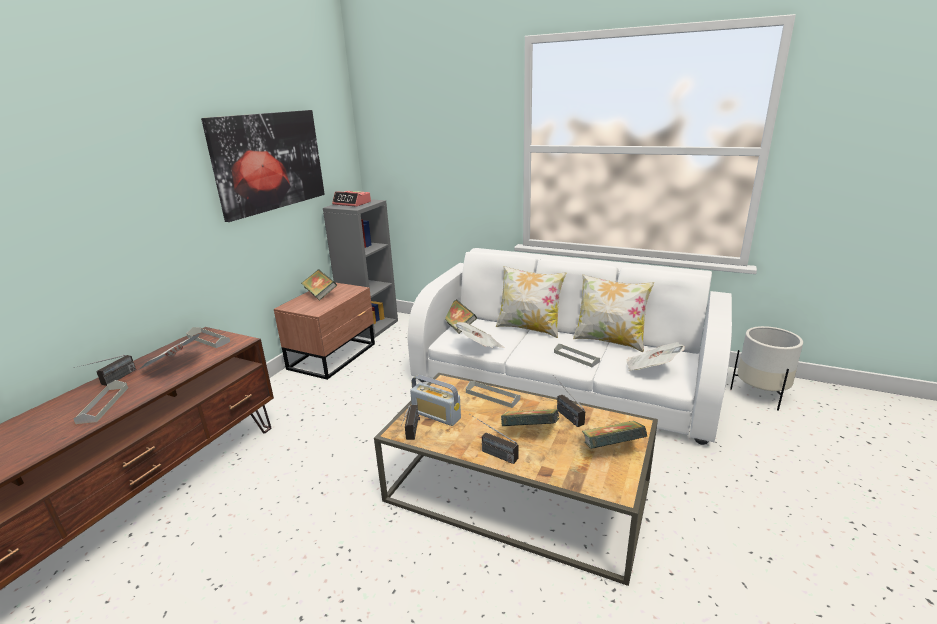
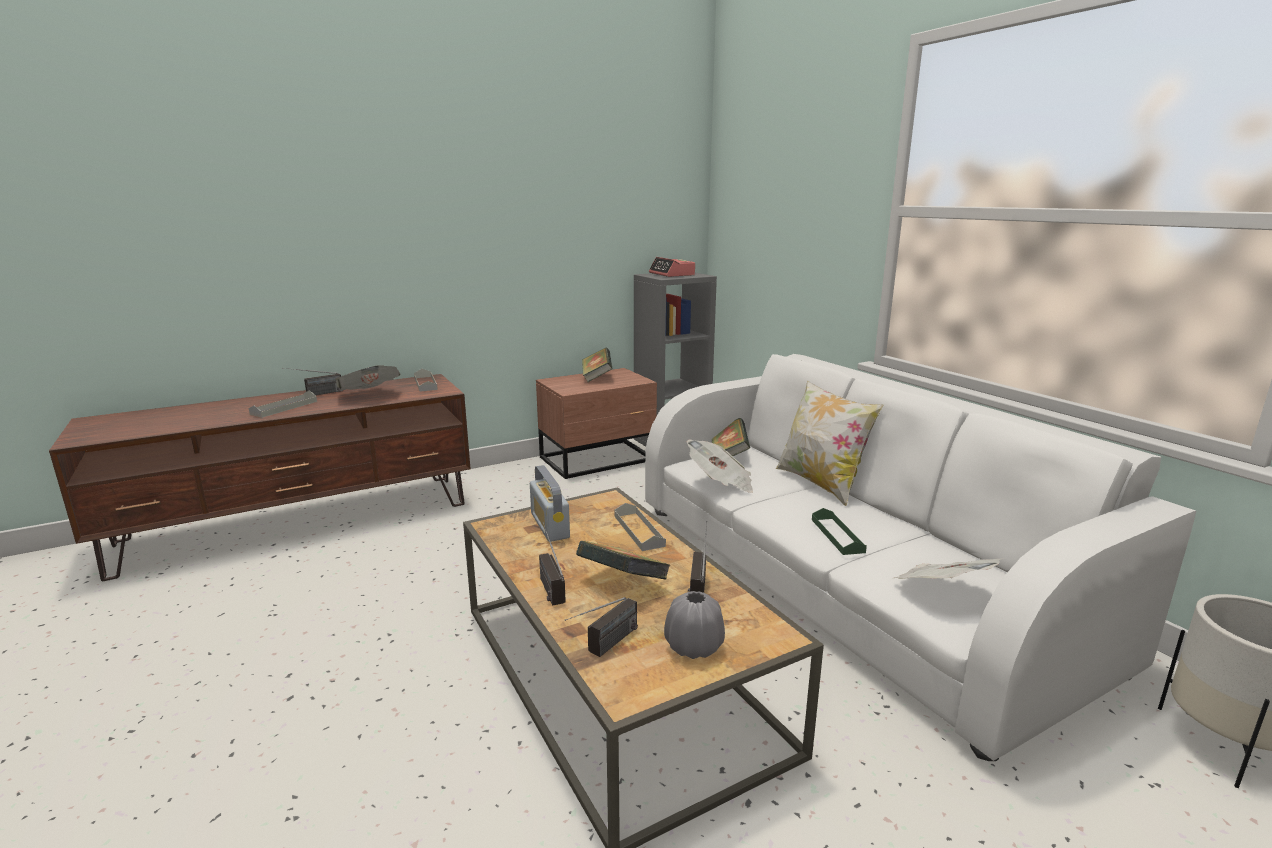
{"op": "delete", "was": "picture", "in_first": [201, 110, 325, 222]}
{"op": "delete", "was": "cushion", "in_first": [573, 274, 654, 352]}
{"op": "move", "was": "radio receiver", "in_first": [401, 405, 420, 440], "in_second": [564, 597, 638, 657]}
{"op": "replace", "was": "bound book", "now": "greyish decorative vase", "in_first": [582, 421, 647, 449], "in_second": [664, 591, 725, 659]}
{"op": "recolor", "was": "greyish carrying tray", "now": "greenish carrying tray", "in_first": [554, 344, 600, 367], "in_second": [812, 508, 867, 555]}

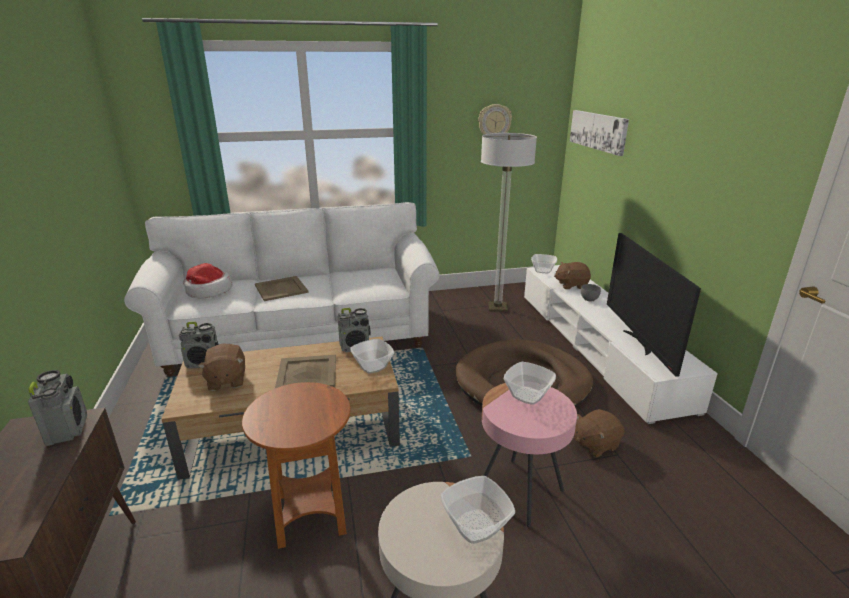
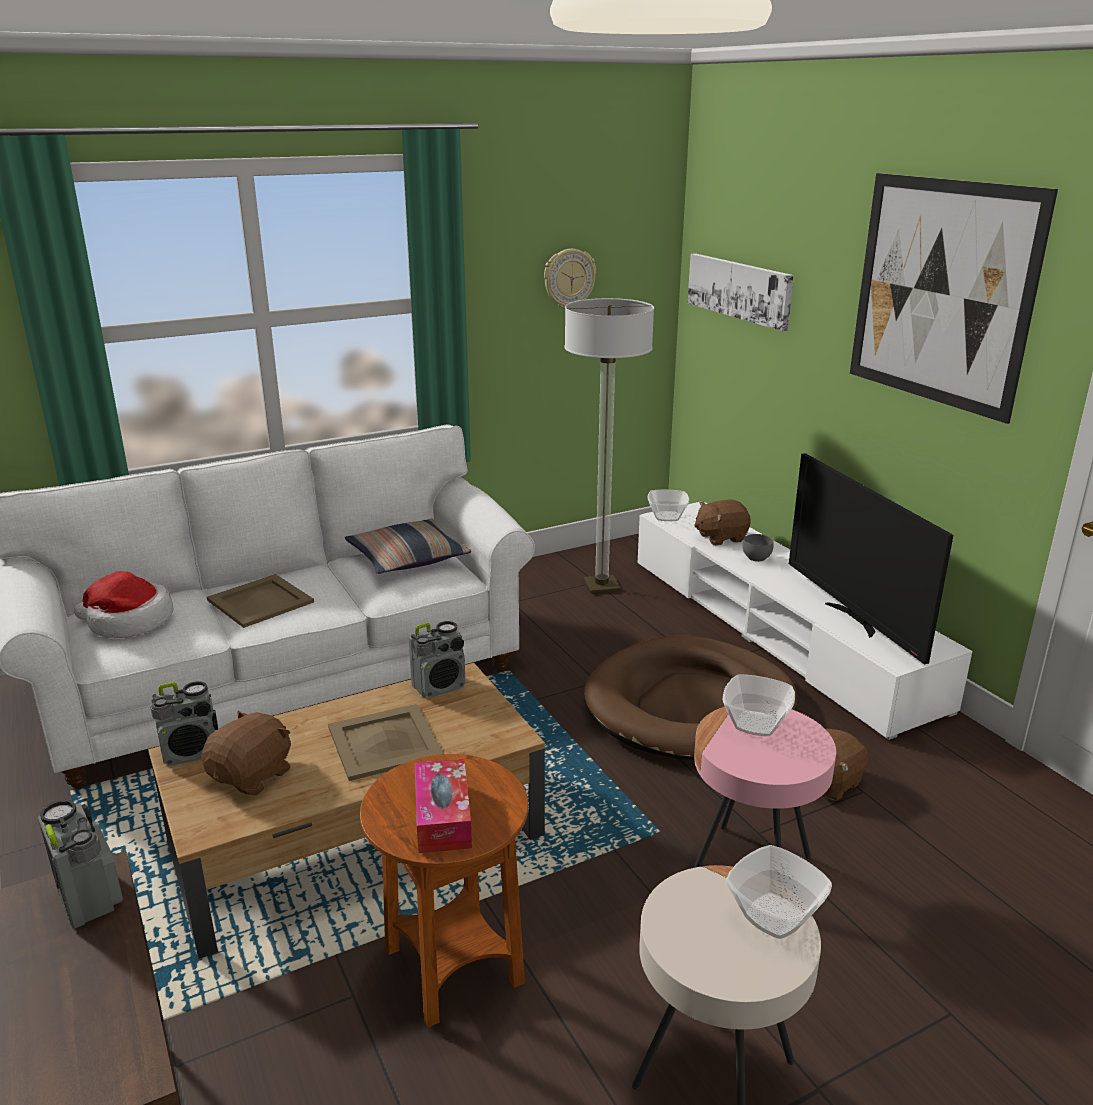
{"op": "delete", "was": "bowl", "in_first": [350, 339, 394, 374]}
{"op": "insert", "now": "cushion", "in_second": [345, 518, 471, 574]}
{"op": "insert", "now": "tissue box", "in_second": [415, 759, 472, 853]}
{"op": "insert", "now": "picture", "in_second": [850, 173, 1058, 424]}
{"op": "rotate", "was": "brown cuddly toy", "in_first": [198, 344, 245, 391], "in_second": [201, 710, 291, 795], "clockwise": -120}

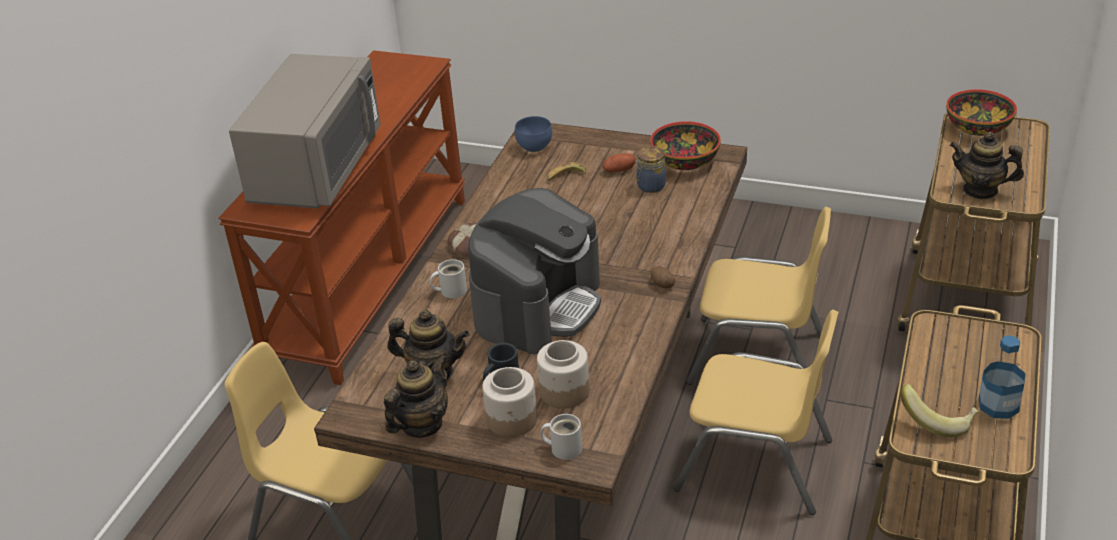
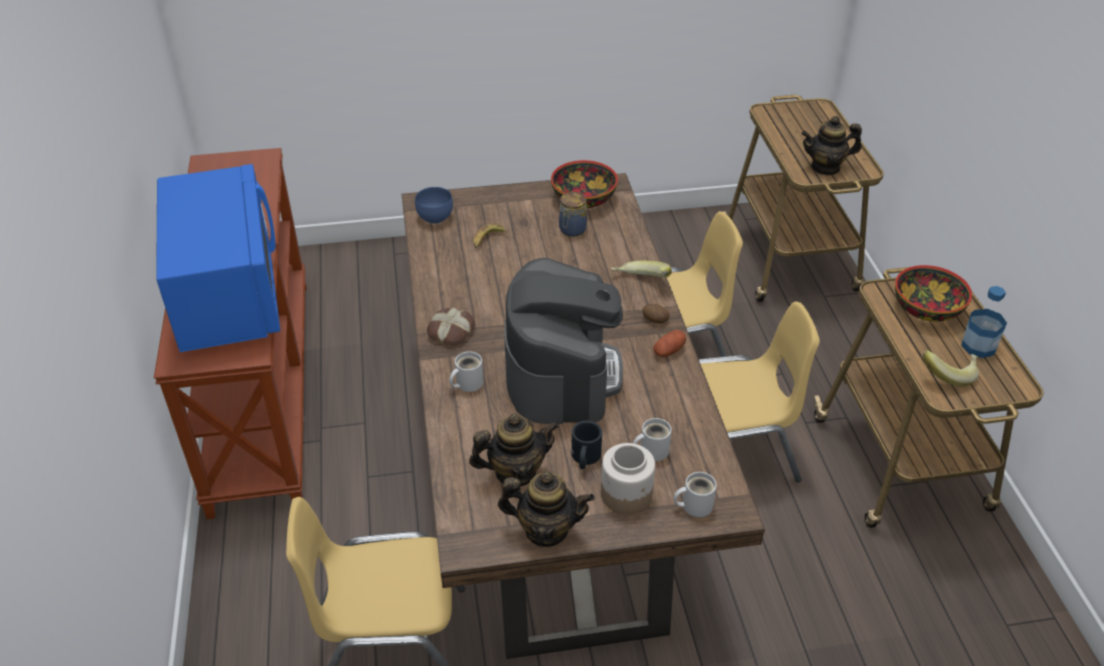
{"op": "insert", "now": "whole banana", "in_second": [610, 260, 672, 278]}
{"op": "move", "was": "spud", "in_first": [603, 153, 636, 172], "in_second": [653, 330, 686, 357]}
{"op": "move", "was": "bowl", "in_first": [946, 89, 1017, 136], "in_second": [895, 265, 972, 322]}
{"op": "replace", "was": "preserve jar", "now": "white-coloured mug", "in_first": [537, 340, 589, 409], "in_second": [633, 418, 672, 461]}
{"op": "recolor", "was": "greyish microwave", "now": "blue-coloured microwave", "in_first": [229, 54, 381, 208], "in_second": [156, 164, 280, 352]}
{"op": "rotate", "was": "tea pot", "in_first": [384, 355, 448, 438], "in_second": [498, 471, 595, 547], "clockwise": 90}

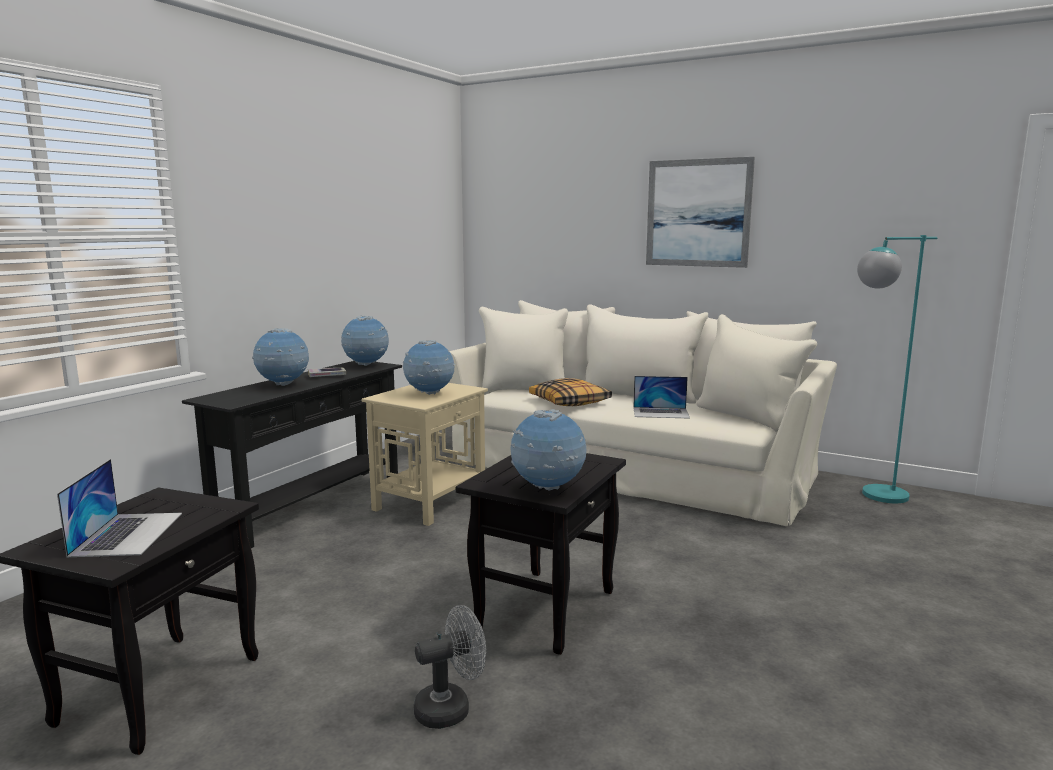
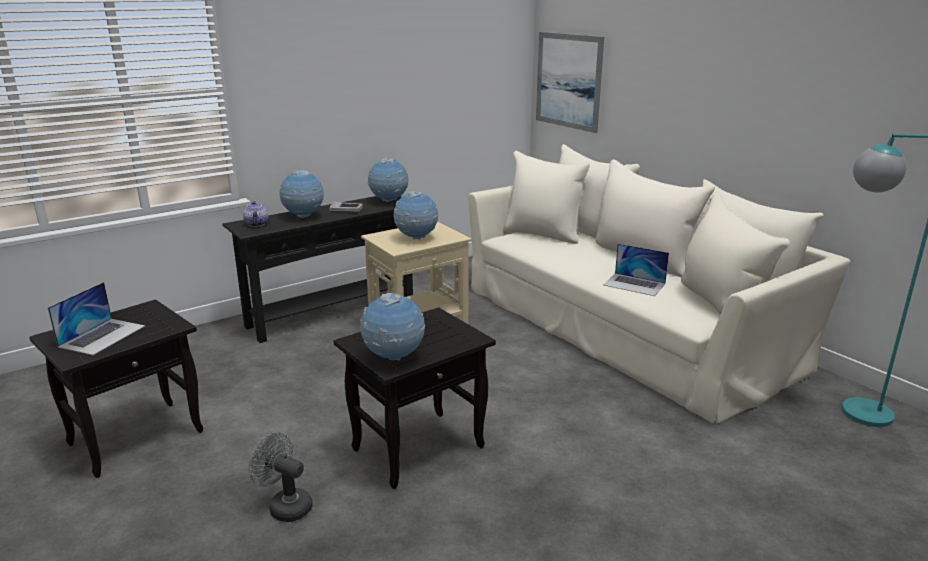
{"op": "delete", "was": "cushion", "in_first": [529, 378, 612, 406]}
{"op": "insert", "now": "tea pot", "in_second": [243, 201, 268, 227]}
{"op": "move", "was": "picture", "in_first": [646, 157, 755, 268], "in_second": [536, 32, 604, 133]}
{"op": "rotate", "was": "greyish cooling fan", "in_first": [414, 605, 486, 729], "in_second": [249, 432, 313, 522], "clockwise": -150}

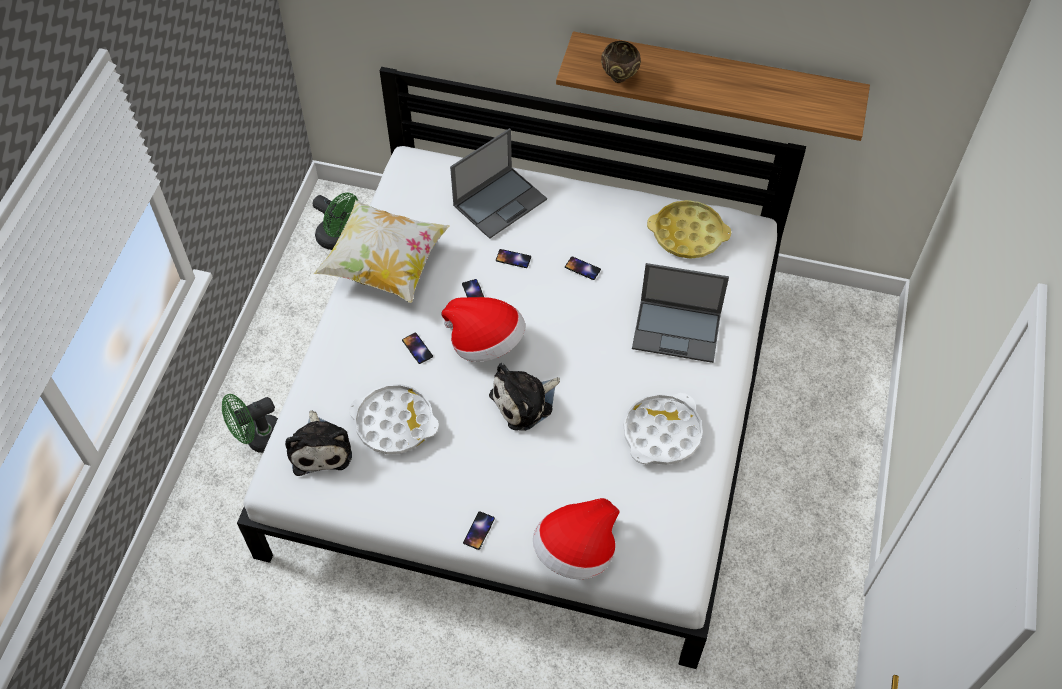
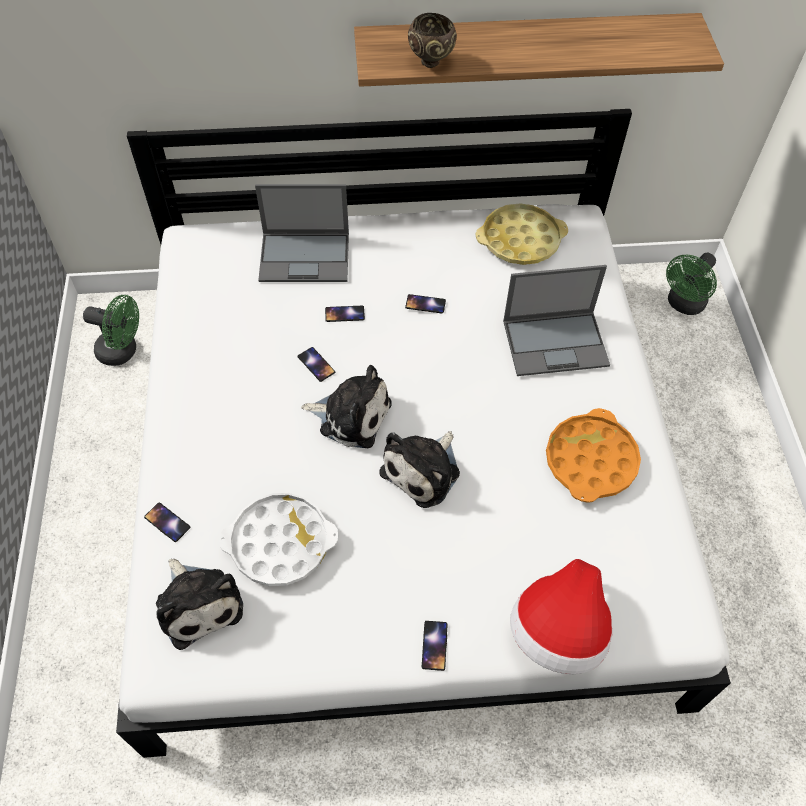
{"op": "delete", "was": "cushion", "in_first": [314, 200, 450, 303]}
{"op": "move", "was": "greenish cooling fan", "in_first": [222, 394, 278, 453], "in_second": [666, 253, 717, 315]}
{"op": "move", "was": "phone", "in_first": [402, 333, 433, 364], "in_second": [144, 503, 190, 542]}
{"op": "replace", "was": "hat", "now": "cuddly toy", "in_first": [441, 297, 525, 362], "in_second": [301, 365, 392, 448]}
{"op": "recolor", "was": "white-coloured carrying tray", "now": "orange-coloured carrying tray", "in_first": [624, 393, 703, 465], "in_second": [546, 408, 641, 503]}
{"op": "rotate", "was": "notebook computer", "in_first": [450, 128, 547, 239], "in_second": [255, 184, 349, 282], "clockwise": 60}

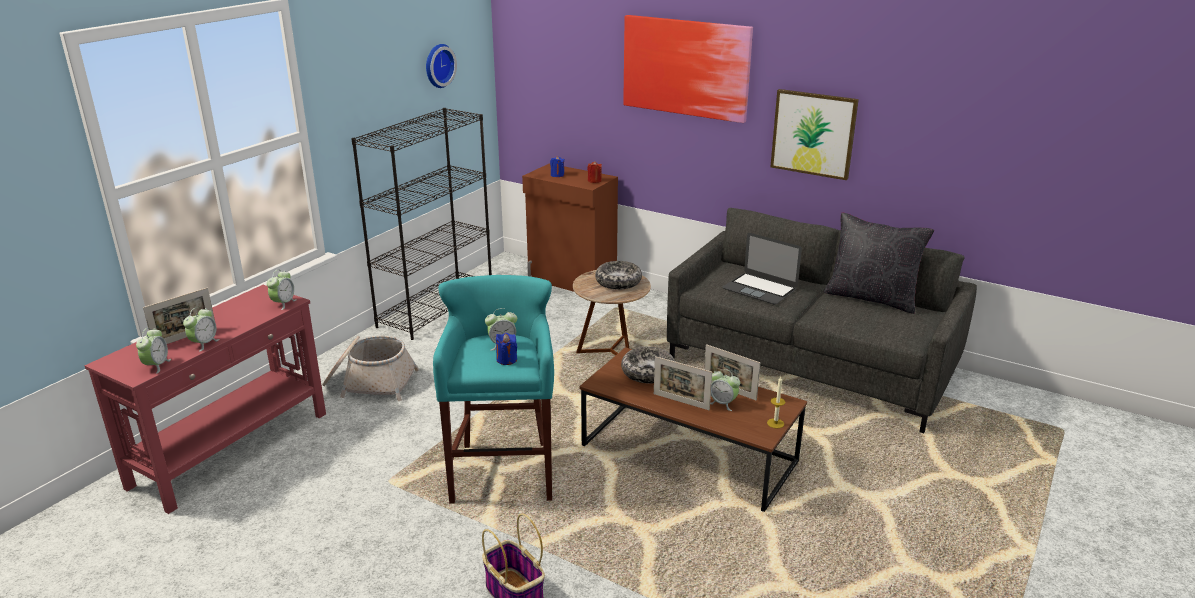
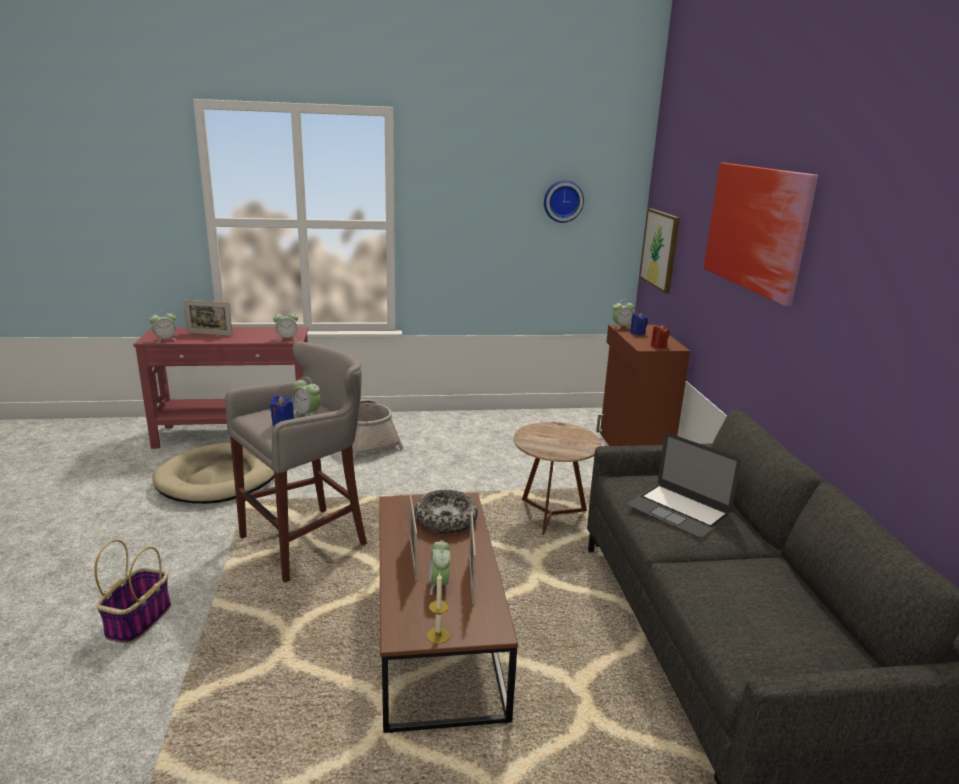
{"op": "delete", "was": "black bookshelf", "in_first": [351, 108, 492, 340]}
{"op": "delete", "was": "bowl", "in_first": [595, 261, 642, 290]}
{"op": "delete", "was": "black cushion", "in_first": [823, 213, 934, 314]}
{"op": "insert", "now": "beige-coloured dog bed", "in_second": [153, 443, 274, 504]}
{"op": "move", "was": "alarm clock", "in_first": [183, 307, 220, 352], "in_second": [612, 299, 635, 329]}
{"op": "move", "was": "picture", "in_first": [770, 89, 859, 180], "in_second": [639, 208, 680, 293]}
{"op": "recolor", "was": "blue-green sitting stool", "now": "greyish sitting stool", "in_first": [433, 275, 554, 503], "in_second": [225, 341, 367, 582]}
{"op": "rotate", "was": "notebook computer", "in_first": [723, 233, 802, 304], "in_second": [627, 433, 741, 538], "clockwise": -45}

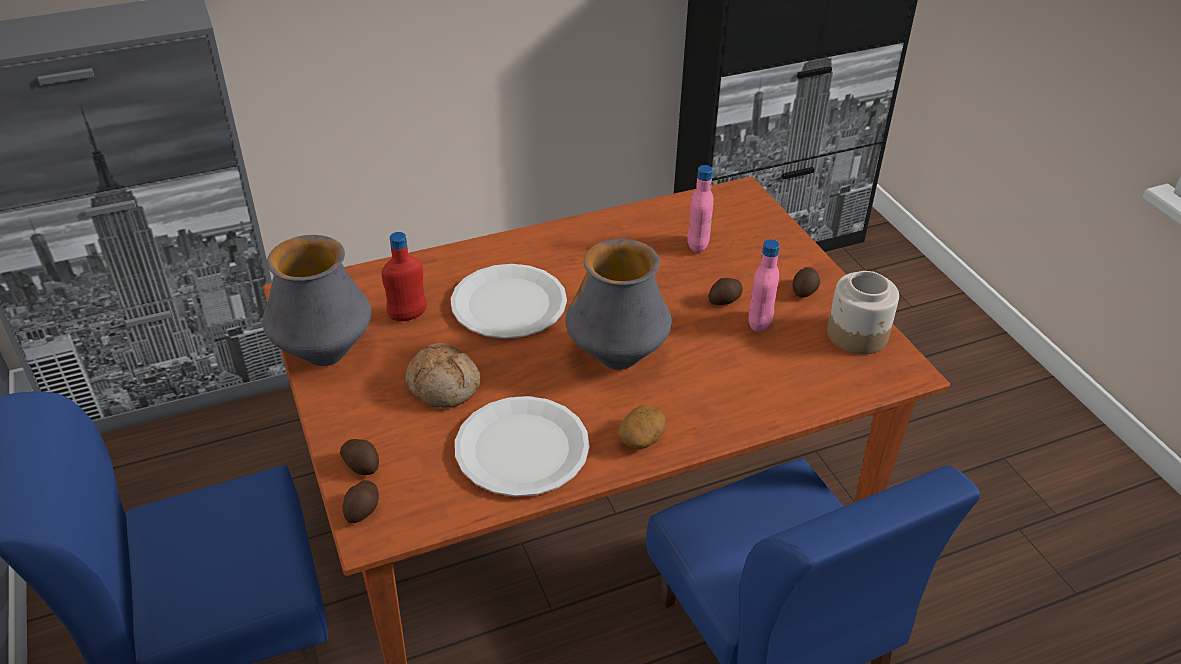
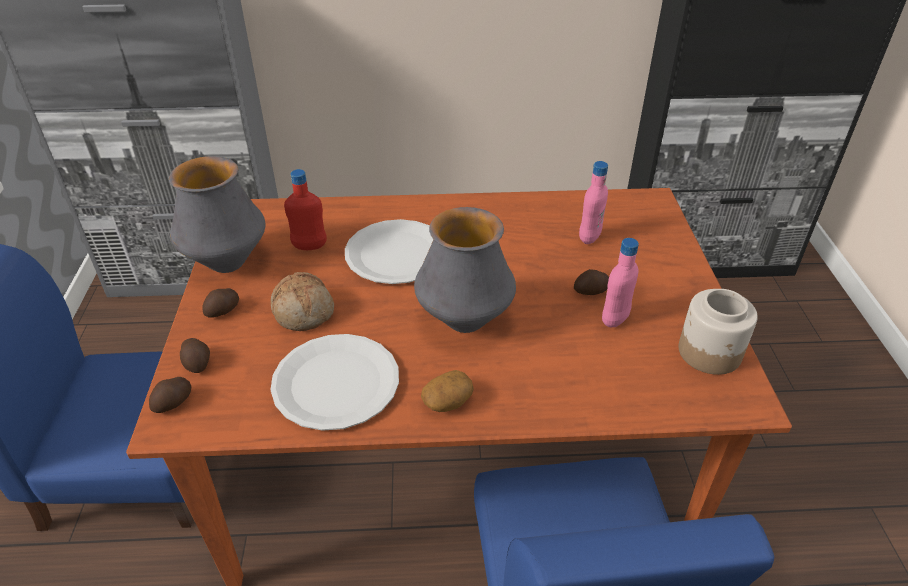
{"op": "move", "was": "spud", "in_first": [792, 267, 820, 298], "in_second": [203, 288, 239, 318]}

